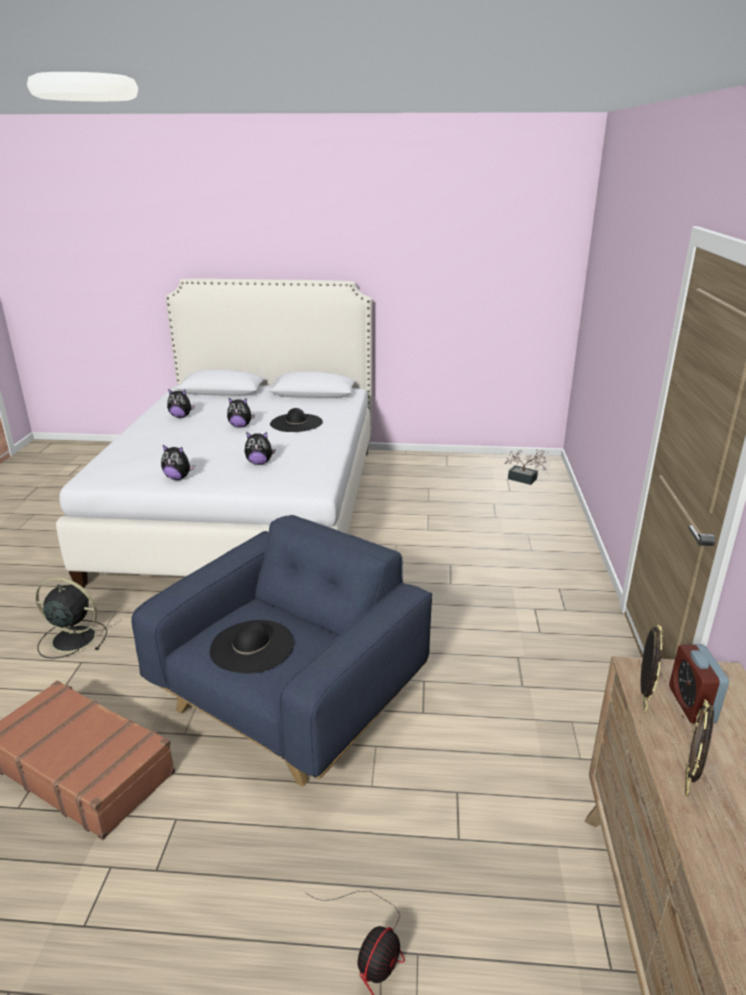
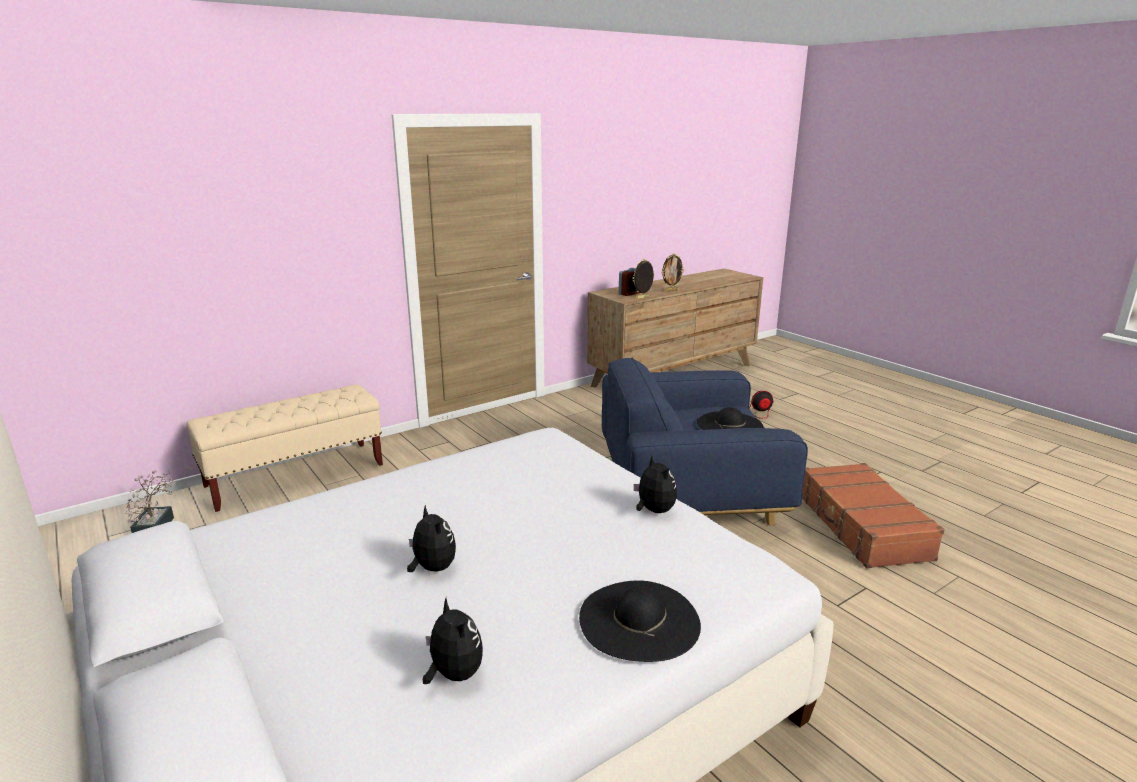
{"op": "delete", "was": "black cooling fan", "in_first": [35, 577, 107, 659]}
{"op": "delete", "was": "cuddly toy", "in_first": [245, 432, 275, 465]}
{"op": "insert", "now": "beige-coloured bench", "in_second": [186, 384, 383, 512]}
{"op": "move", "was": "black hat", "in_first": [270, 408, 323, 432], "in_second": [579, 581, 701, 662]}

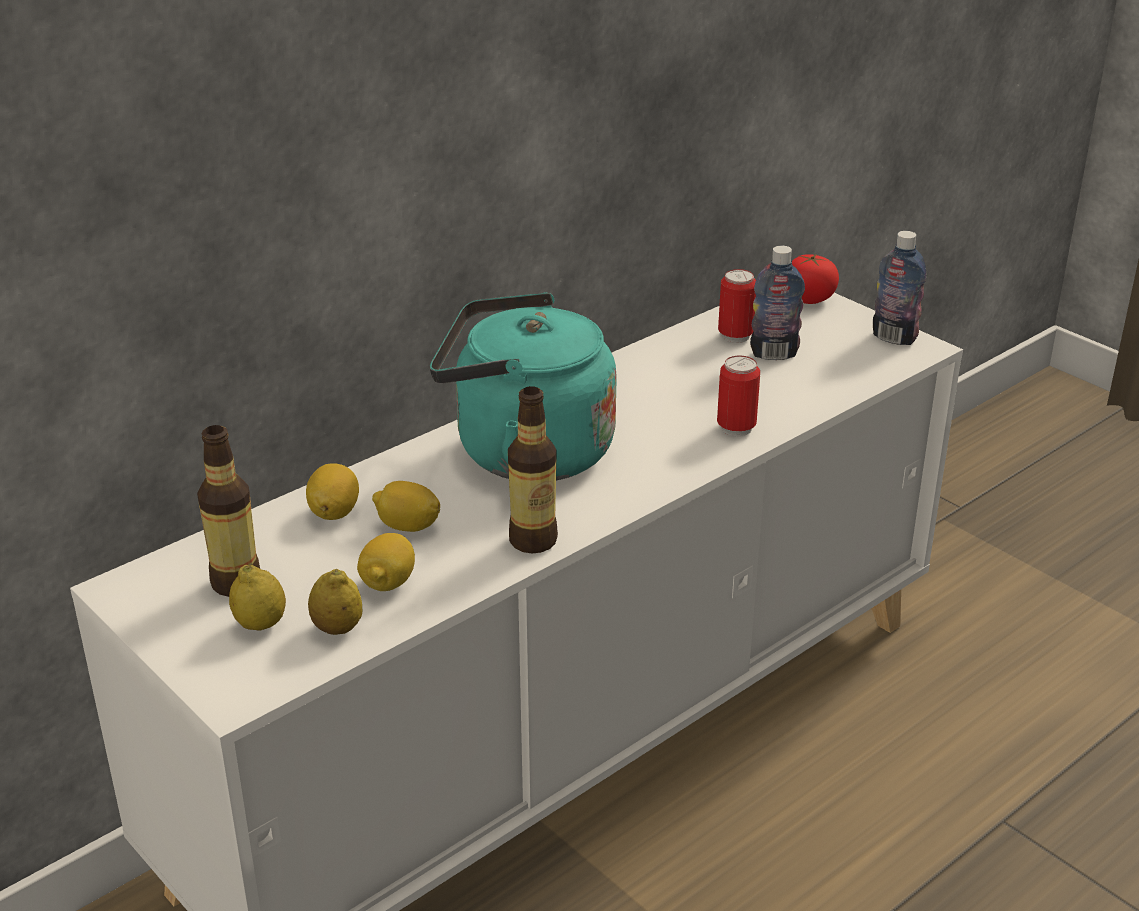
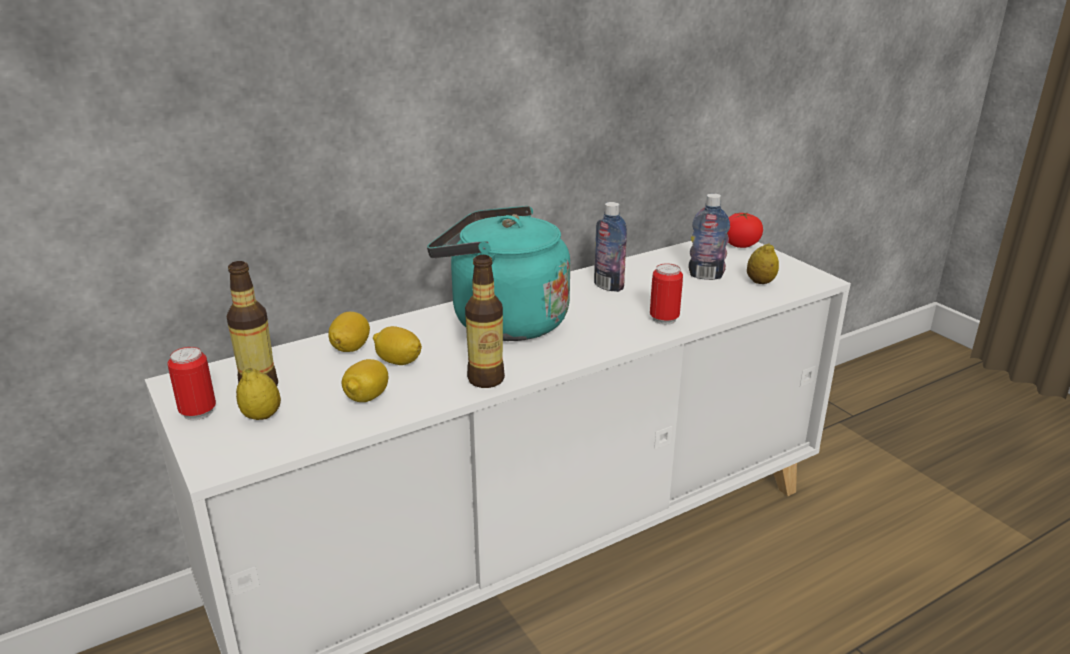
{"op": "move", "was": "citrus fruit", "in_first": [308, 569, 362, 635], "in_second": [747, 243, 779, 284]}
{"op": "move", "was": "sealed can", "in_first": [718, 269, 756, 343], "in_second": [167, 347, 216, 420]}
{"op": "move", "was": "bottle", "in_first": [873, 231, 926, 345], "in_second": [594, 202, 627, 292]}

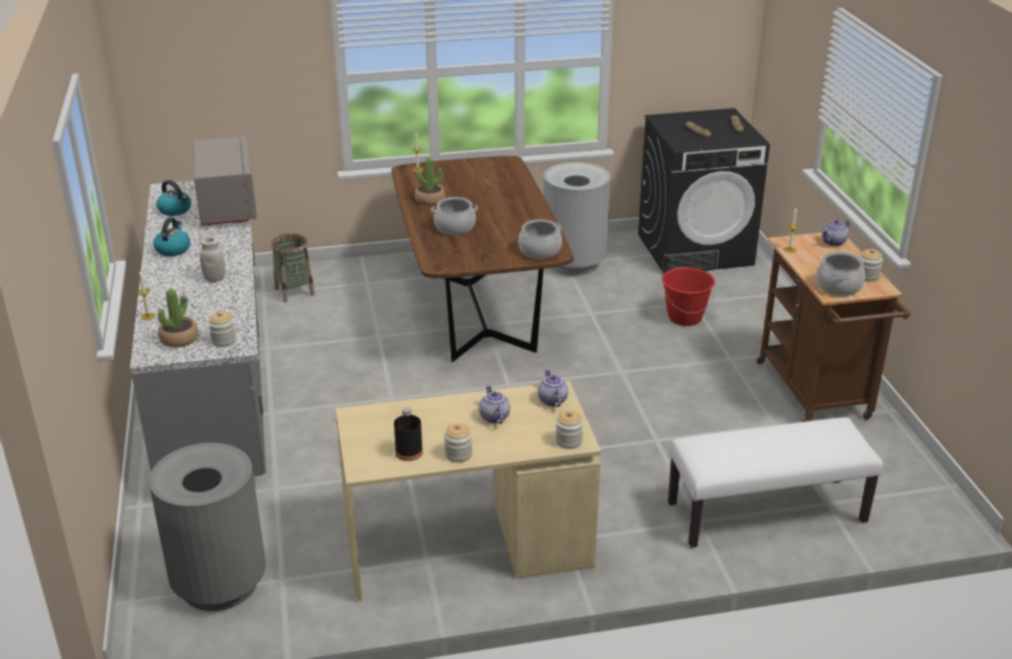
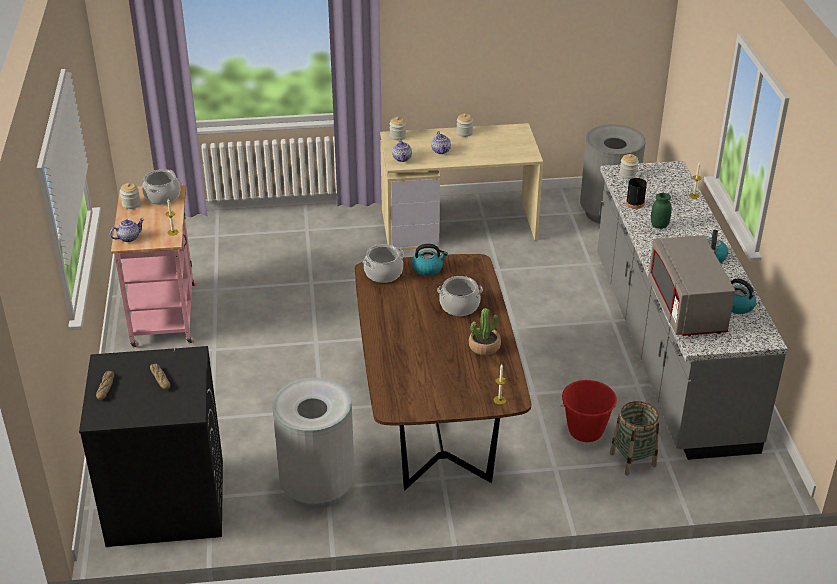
{"op": "delete", "was": "potted plant", "in_first": [158, 289, 198, 347]}
{"op": "delete", "was": "white-coloured bench", "in_first": [668, 417, 883, 548]}
{"op": "insert", "now": "water kettle", "in_second": [412, 244, 448, 276]}
{"op": "move", "was": "black bottle", "in_first": [394, 407, 423, 461], "in_second": [626, 172, 647, 209]}
{"op": "move", "was": "red-coloured water bucket", "in_first": [662, 267, 715, 326], "in_second": [560, 380, 617, 442]}
{"op": "recolor", "was": "white-coloured preserve jar", "now": "greenish preserve jar", "in_first": [200, 237, 225, 282], "in_second": [651, 193, 672, 229]}
{"op": "recolor", "was": "brown cart", "now": "pink-coloured cart", "in_first": [756, 233, 911, 422], "in_second": [111, 182, 197, 348]}

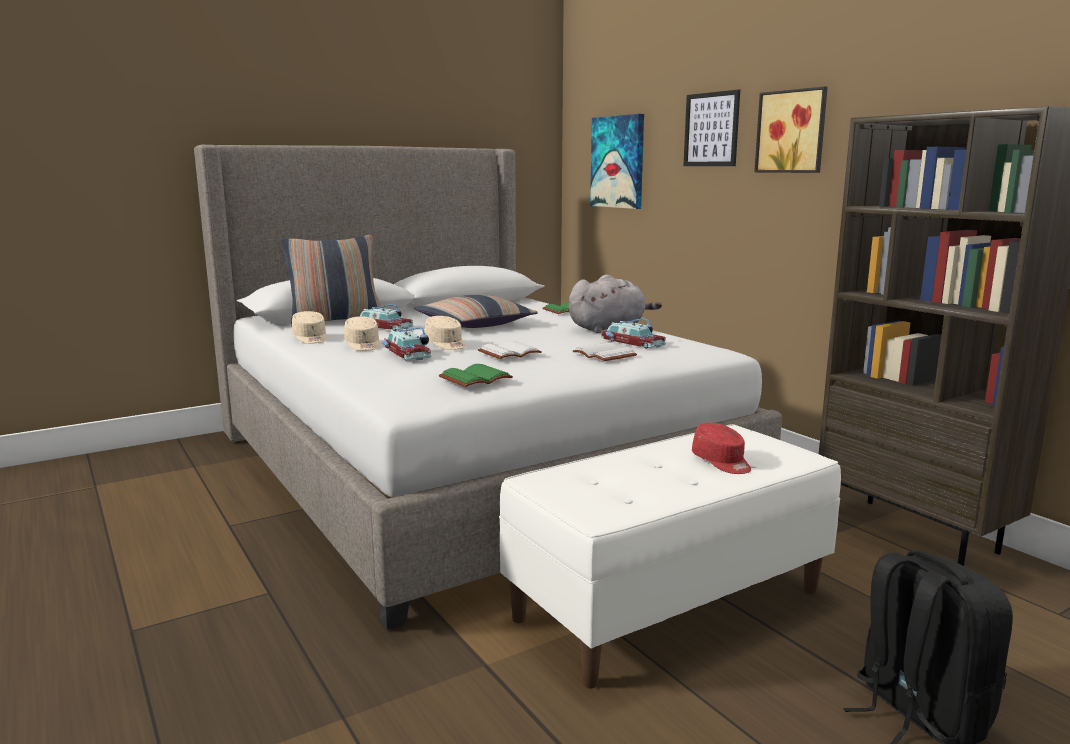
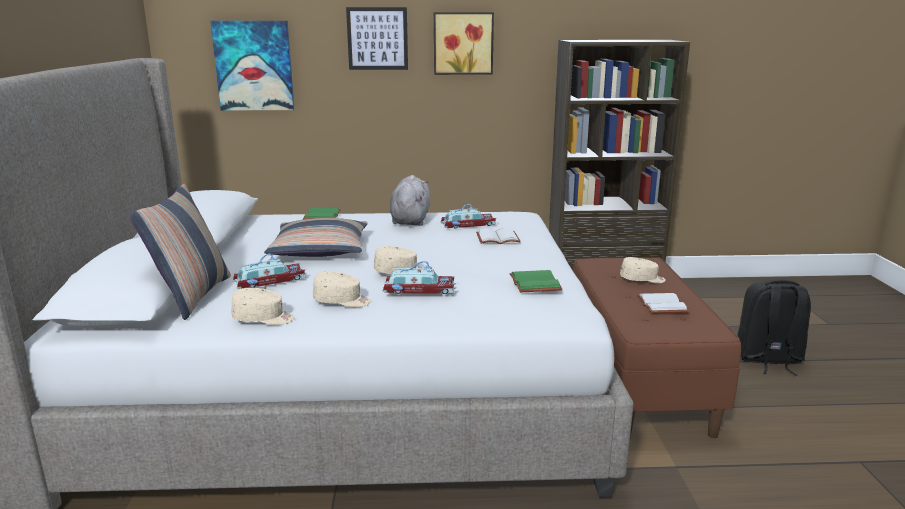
{"op": "move", "was": "white-coloured bound book", "in_first": [478, 341, 542, 359], "in_second": [637, 293, 689, 313]}
{"op": "recolor", "was": "white-coloured bench", "now": "brown bench", "in_first": [499, 424, 841, 689], "in_second": [573, 257, 741, 438]}
{"op": "recolor", "was": "red-coloured cap", "now": "beige-coloured cap", "in_first": [692, 423, 751, 474], "in_second": [620, 257, 666, 283]}

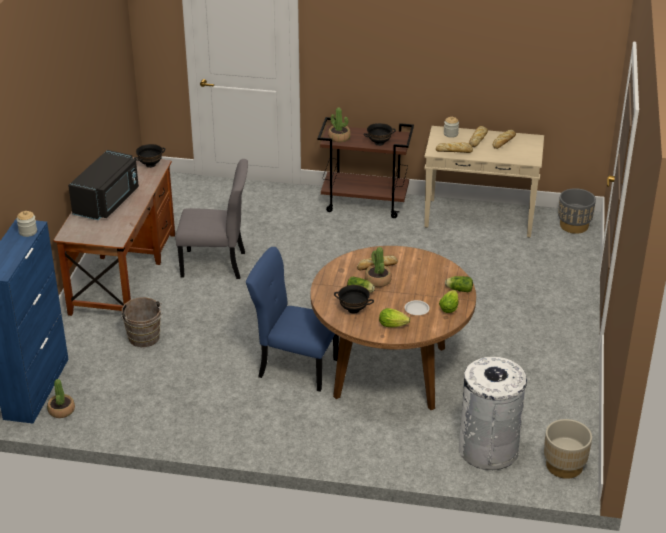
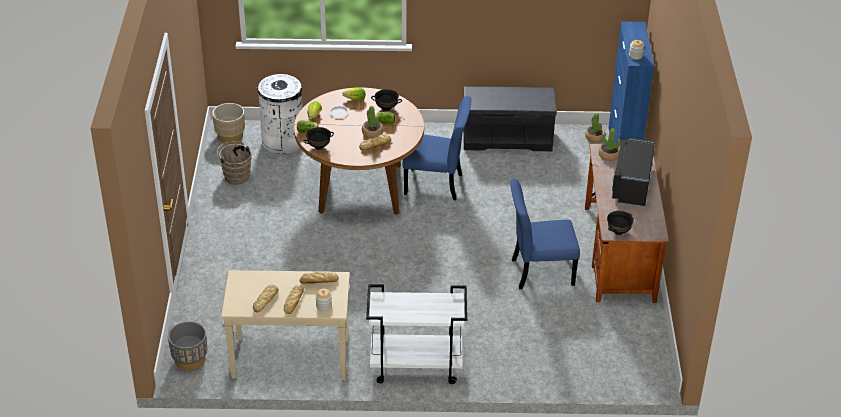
{"op": "insert", "now": "greyish bench", "in_second": [463, 86, 557, 151]}
{"op": "move", "was": "brown water bucket", "in_first": [121, 297, 163, 347], "in_second": [217, 141, 251, 185]}
{"op": "move", "was": "potted plant", "in_first": [328, 108, 351, 142], "in_second": [598, 128, 621, 161]}
{"op": "move", "was": "black bowl", "in_first": [364, 123, 396, 146], "in_second": [303, 127, 334, 150]}
{"op": "recolor", "was": "greyish upright chair", "now": "blue-coloured upright chair", "in_first": [176, 159, 248, 279], "in_second": [510, 179, 580, 289]}
{"op": "recolor", "was": "brown cart", "now": "white-coloured cart", "in_first": [318, 117, 414, 218], "in_second": [366, 284, 467, 384]}

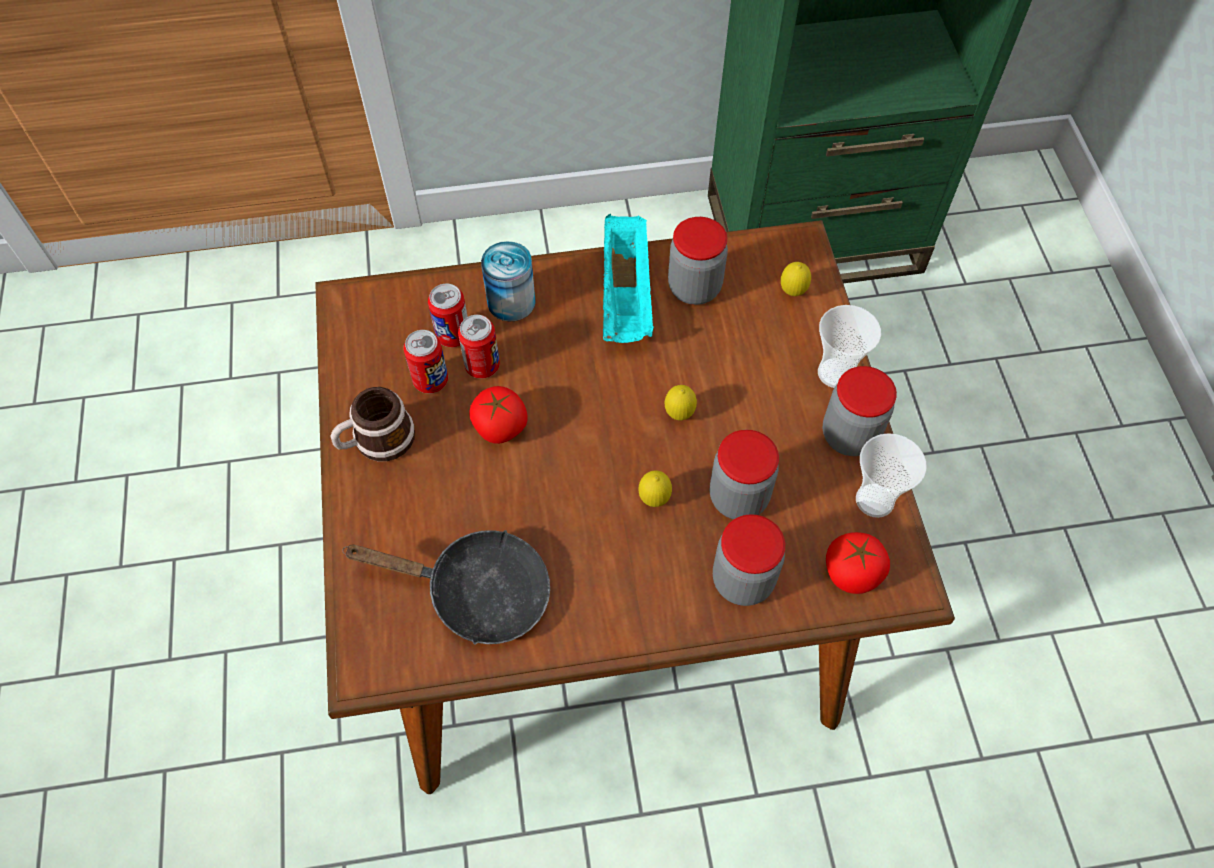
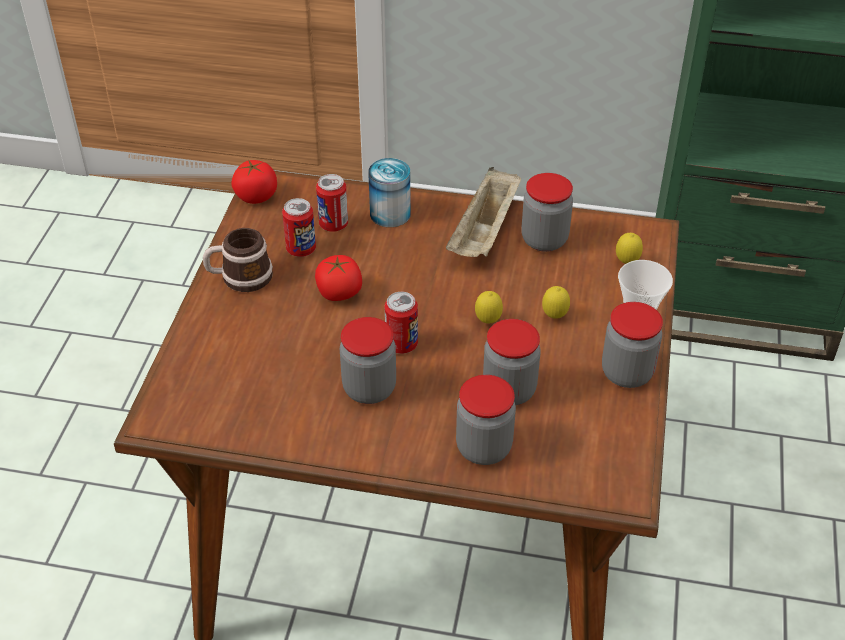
{"op": "delete", "was": "black frying pan", "in_first": [342, 530, 550, 645]}
{"op": "delete", "was": "cup", "in_first": [856, 433, 927, 518]}
{"op": "insert", "now": "preserve jar", "in_second": [340, 317, 396, 404]}
{"op": "move", "was": "sealed can", "in_first": [458, 315, 500, 378], "in_second": [385, 292, 418, 354]}
{"op": "move", "was": "citrus fruit", "in_first": [638, 470, 672, 507], "in_second": [542, 286, 570, 319]}
{"op": "move", "was": "fresh tomato", "in_first": [826, 532, 890, 594], "in_second": [231, 160, 277, 204]}
{"op": "recolor", "was": "blue-green carrying tray", "now": "beige-coloured carrying tray", "in_first": [603, 214, 654, 343], "in_second": [446, 167, 521, 257]}

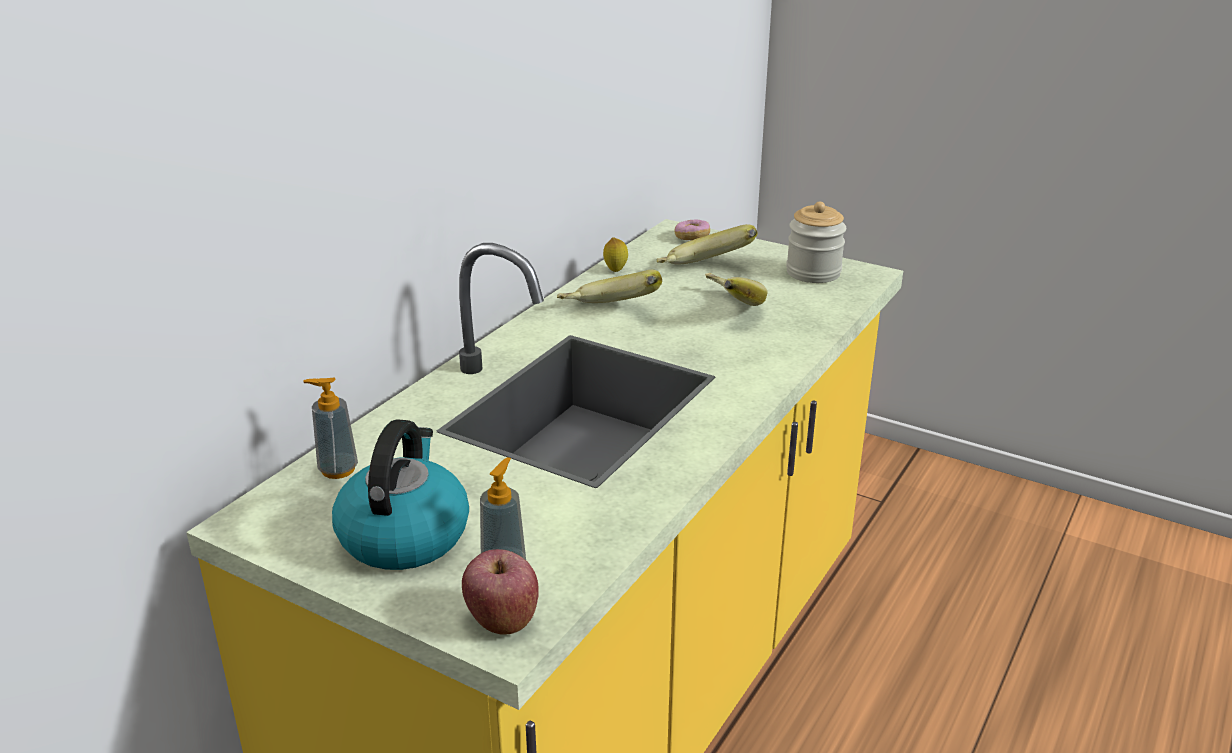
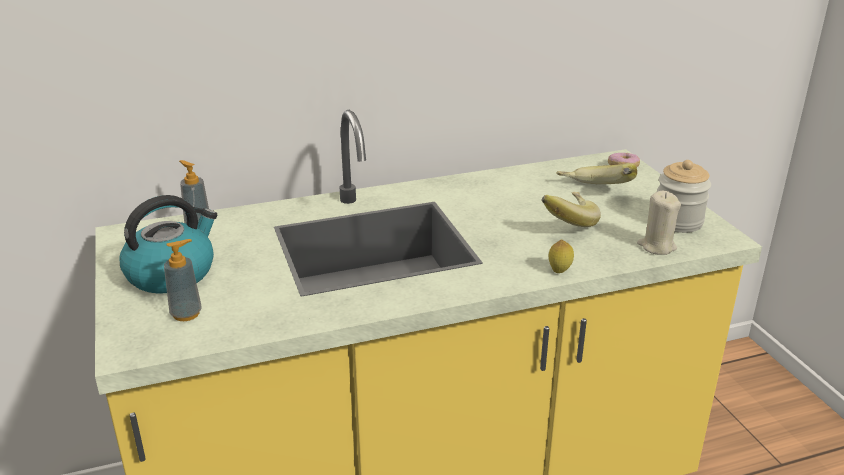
{"op": "delete", "was": "apple", "in_first": [462, 549, 539, 635]}
{"op": "delete", "was": "whole banana", "in_first": [557, 269, 662, 303]}
{"op": "insert", "now": "beige-coloured wax candle", "in_second": [637, 191, 681, 255]}
{"op": "move", "was": "citrus fruit", "in_first": [603, 237, 628, 272], "in_second": [549, 240, 574, 273]}

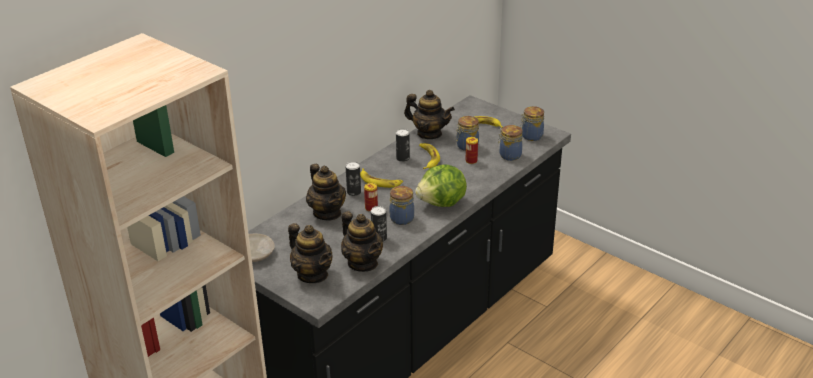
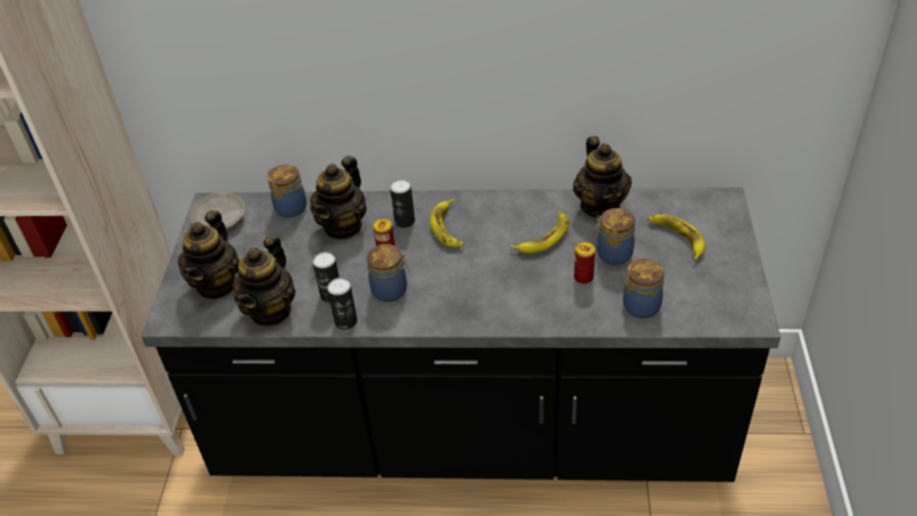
{"op": "delete", "was": "head of lettuce", "in_first": [415, 164, 467, 207]}
{"op": "move", "was": "sealed can", "in_first": [396, 129, 410, 162], "in_second": [327, 278, 357, 330]}
{"op": "move", "was": "preserve jar", "in_first": [520, 106, 544, 141], "in_second": [268, 164, 307, 218]}

